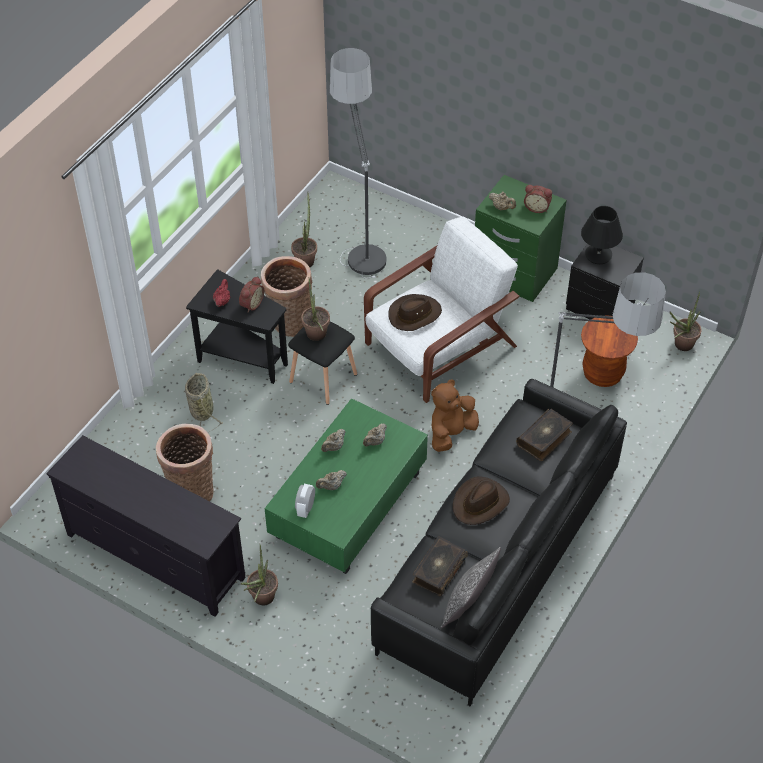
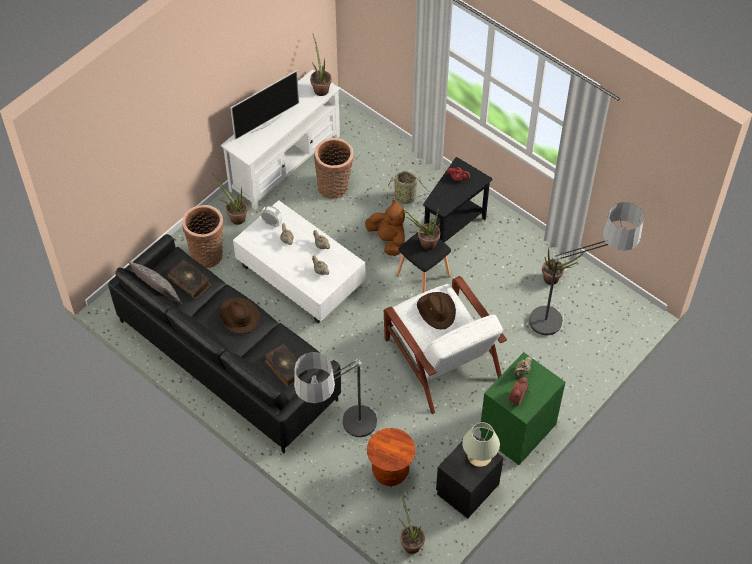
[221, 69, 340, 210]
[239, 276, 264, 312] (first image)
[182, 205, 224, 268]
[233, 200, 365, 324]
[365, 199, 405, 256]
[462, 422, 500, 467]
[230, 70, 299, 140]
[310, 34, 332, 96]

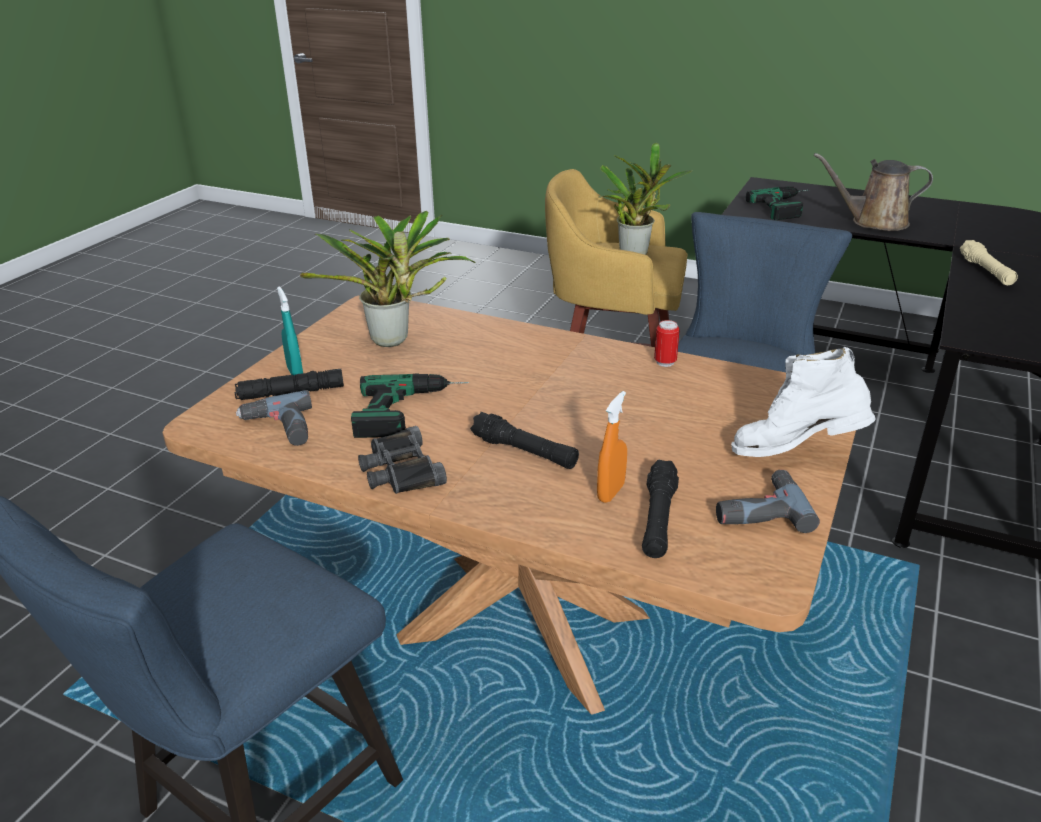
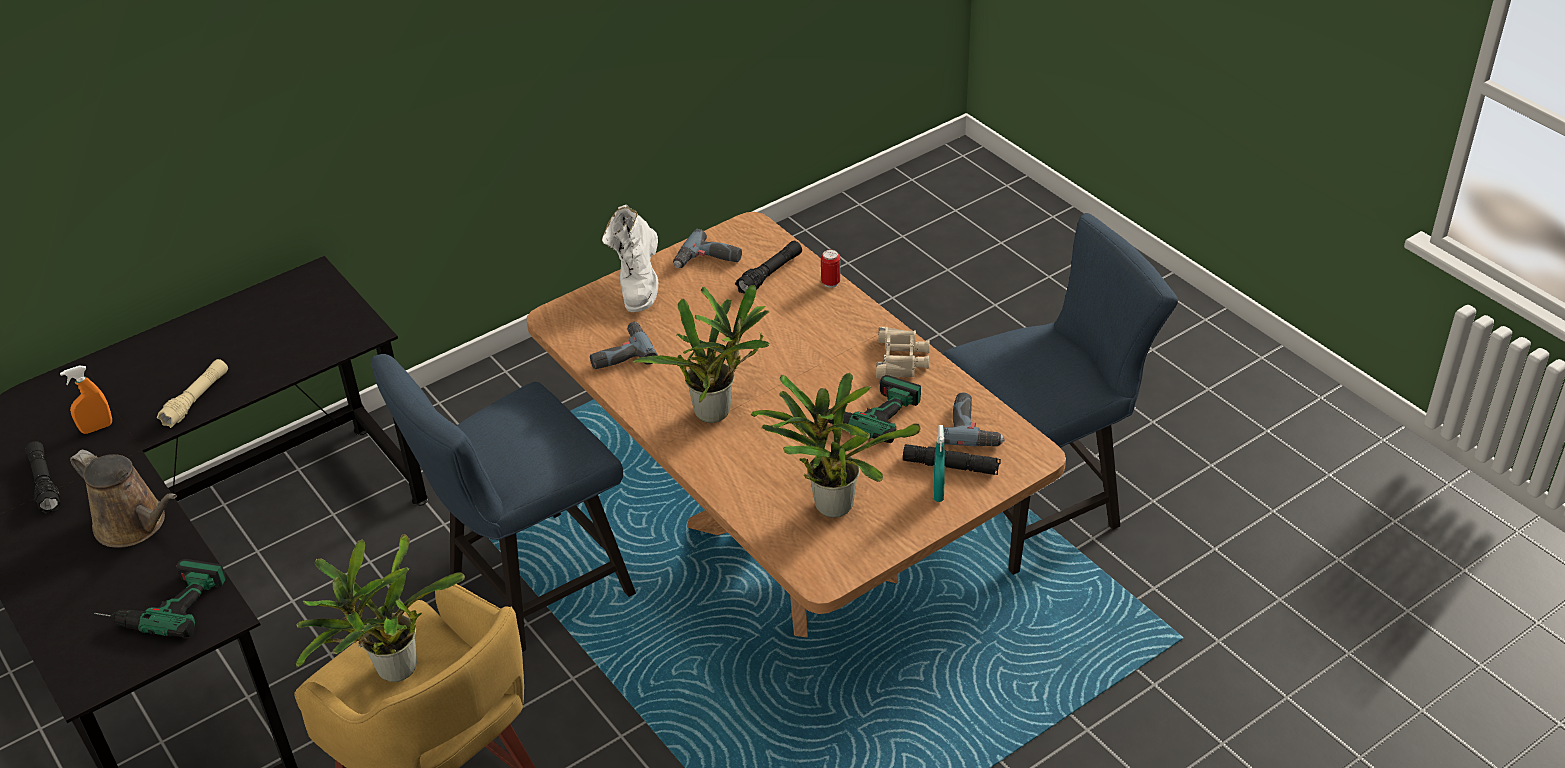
[876, 327, 929, 378]
[25, 441, 60, 514]
[60, 366, 112, 434]
[821, 249, 840, 288]
[602, 205, 658, 312]
[590, 322, 658, 369]
[633, 285, 770, 423]

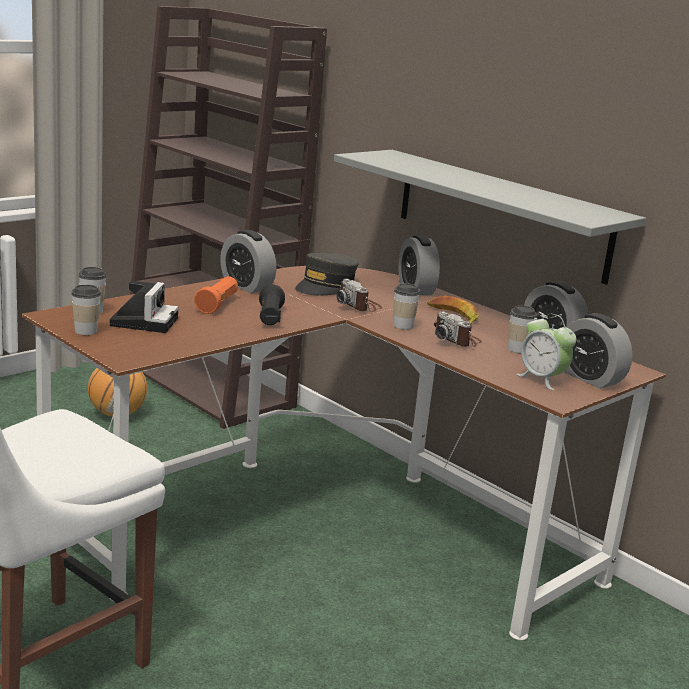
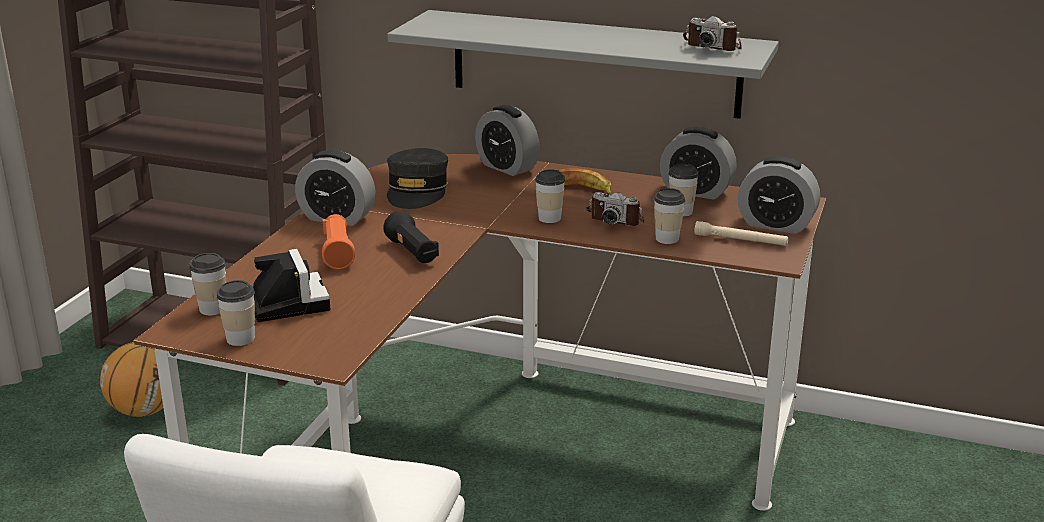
[683, 16, 742, 51]
[694, 221, 789, 246]
[654, 188, 686, 244]

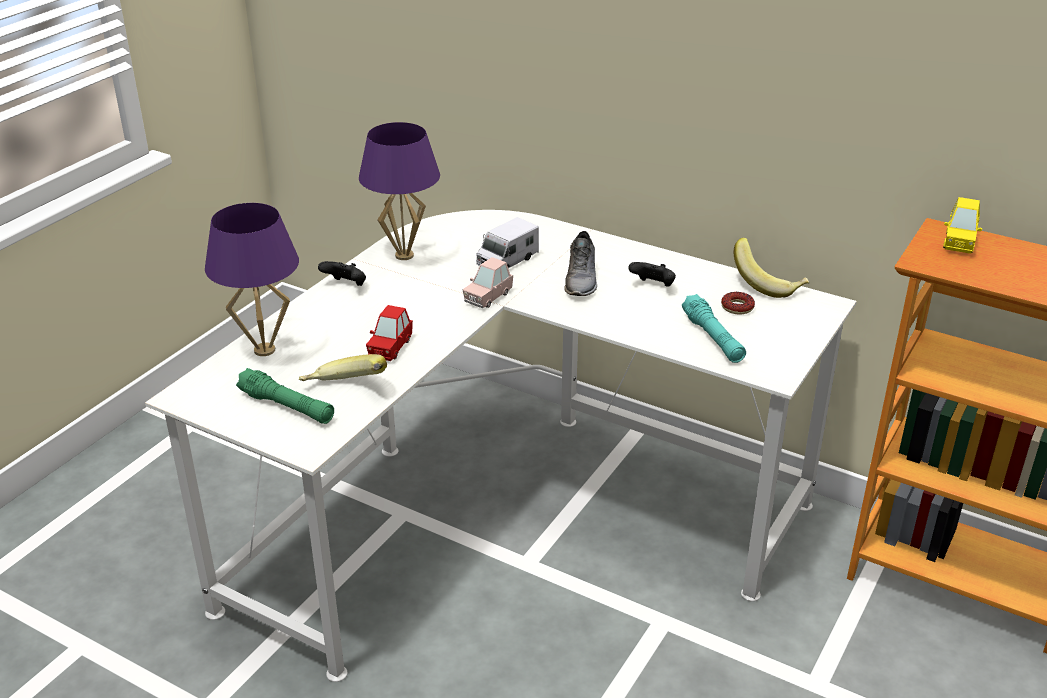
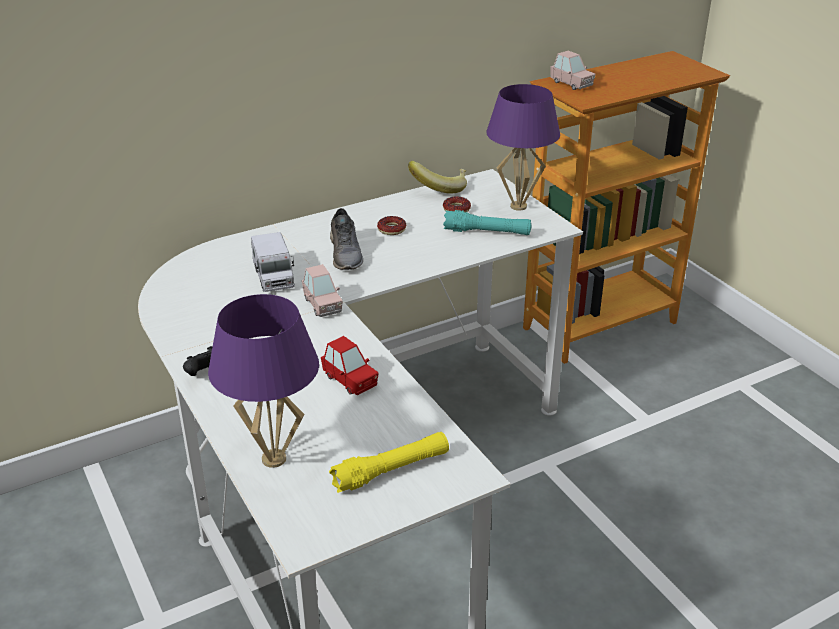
[329, 432, 449, 493]
[299, 354, 387, 381] (first image)
[486, 84, 560, 211]
[330, 208, 363, 270]
[377, 216, 406, 235]
[550, 51, 596, 90]

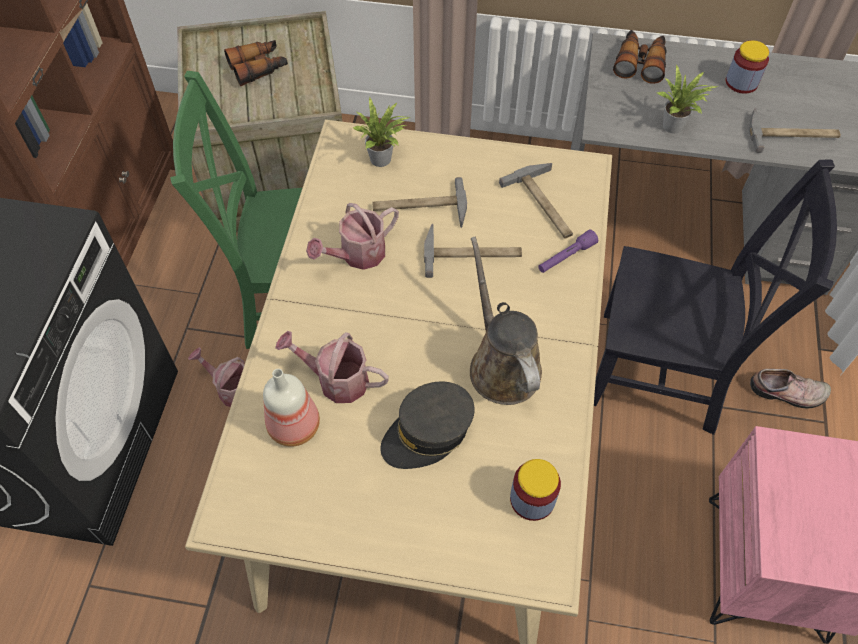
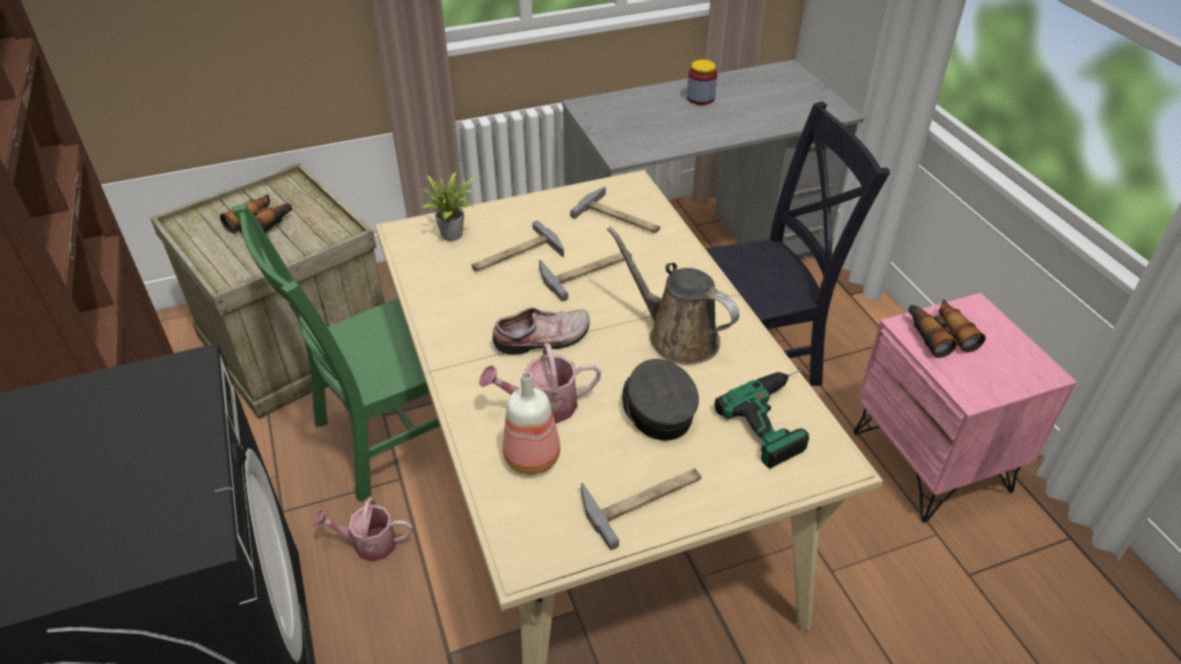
[306, 203, 399, 270] (first image)
[622, 359, 699, 441]
[715, 369, 809, 468]
[538, 229, 598, 273] (first image)
[908, 299, 986, 358]
[657, 64, 718, 133] (first image)
[581, 468, 701, 550]
[492, 307, 590, 355]

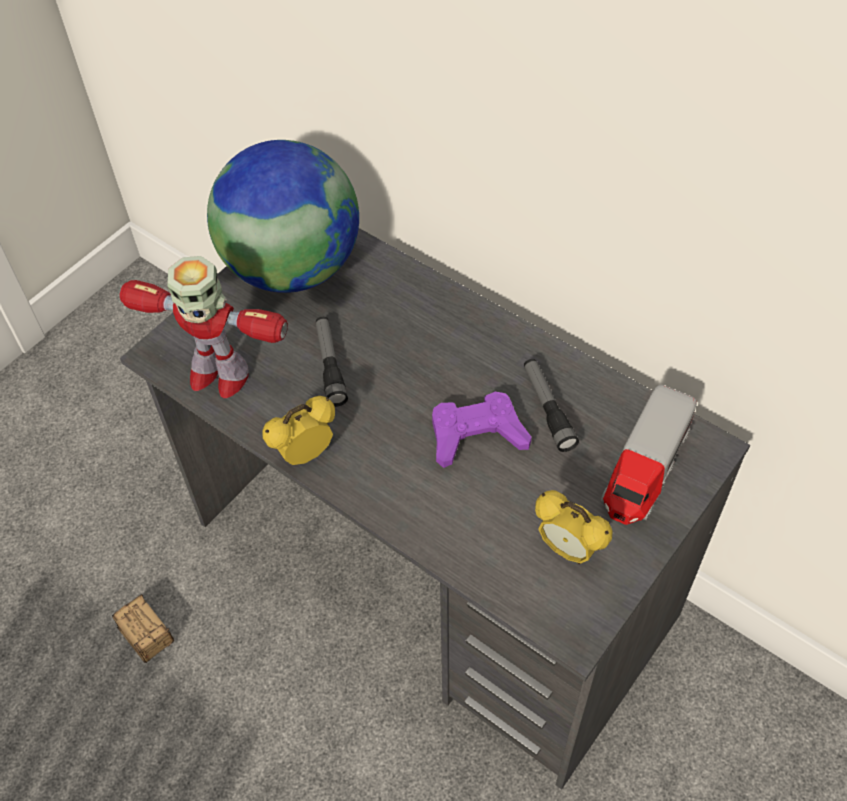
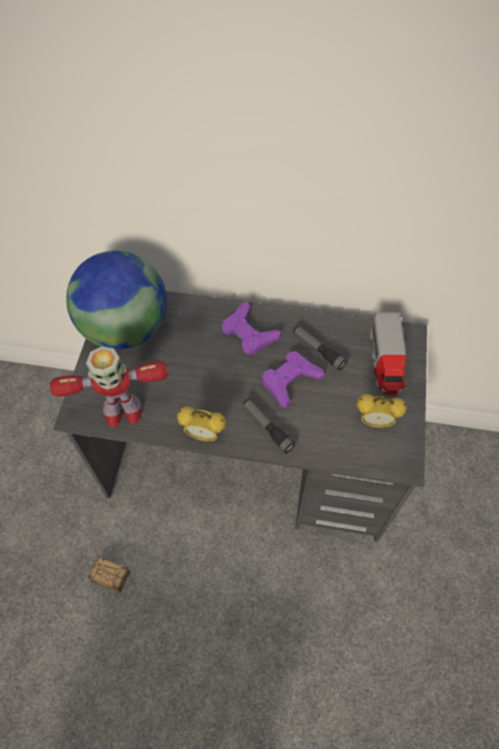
[177, 406, 226, 442]
[243, 398, 296, 454]
[222, 301, 281, 355]

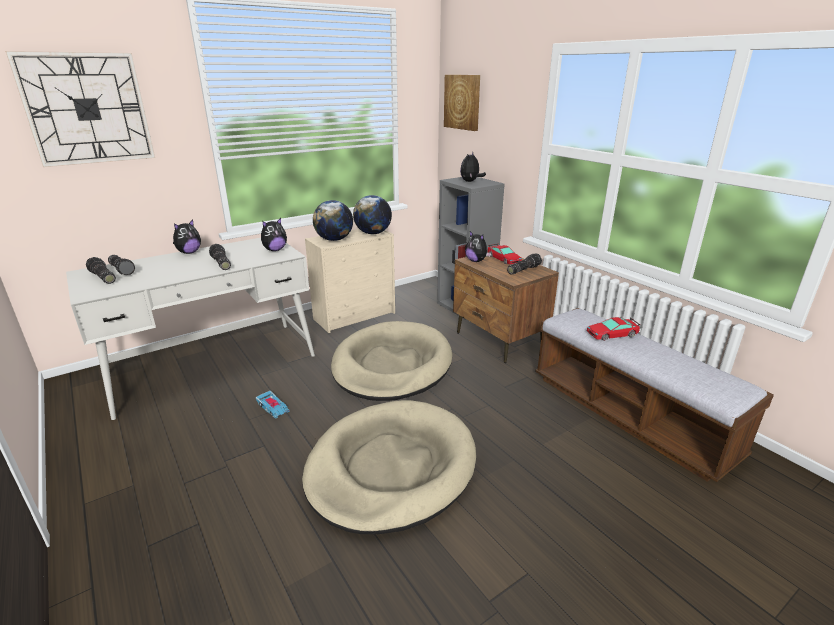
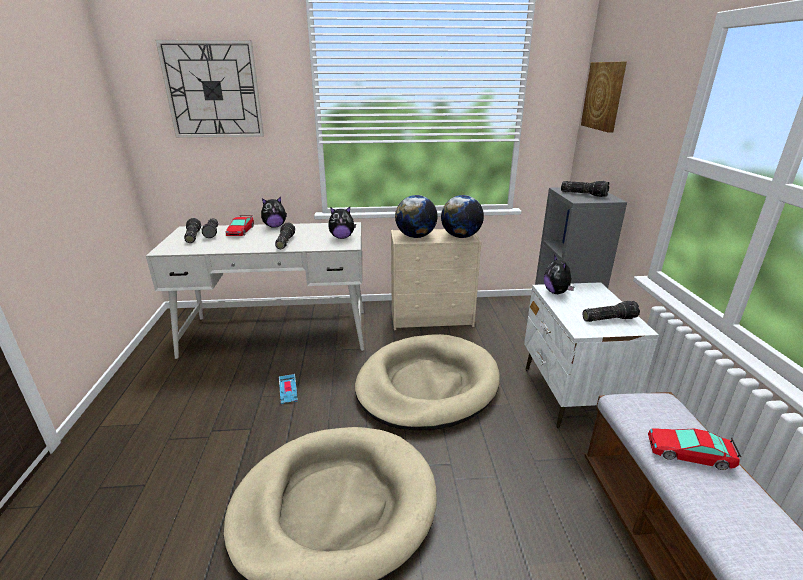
[524, 282, 659, 428]
[561, 181, 610, 197]
[225, 215, 254, 236]

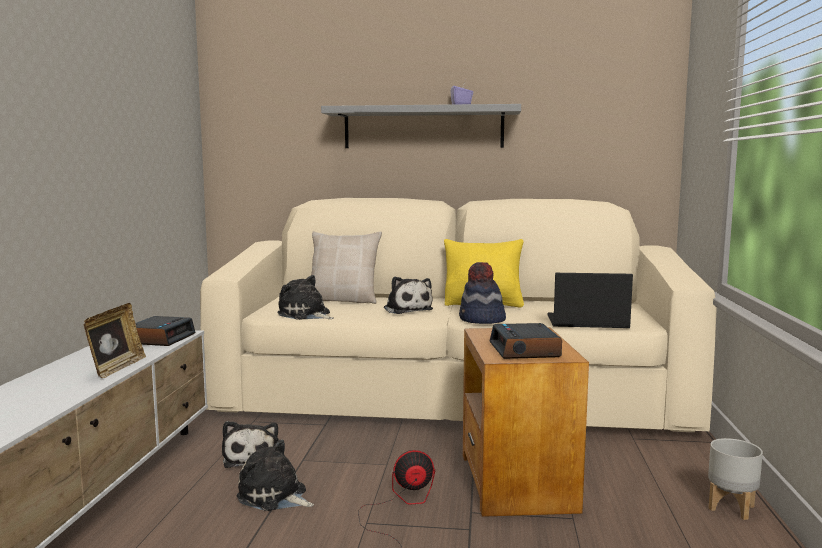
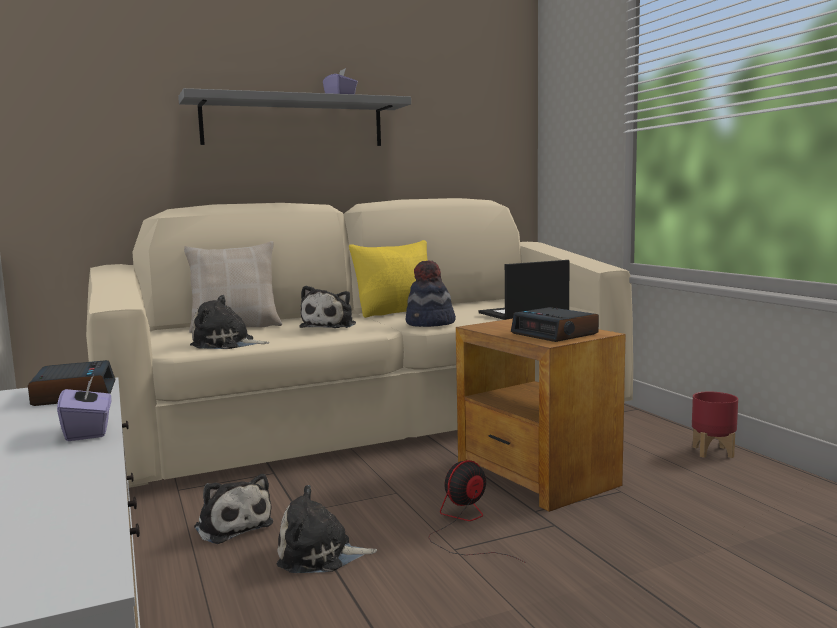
[57, 375, 112, 441]
[300, 286, 356, 328]
[692, 391, 738, 458]

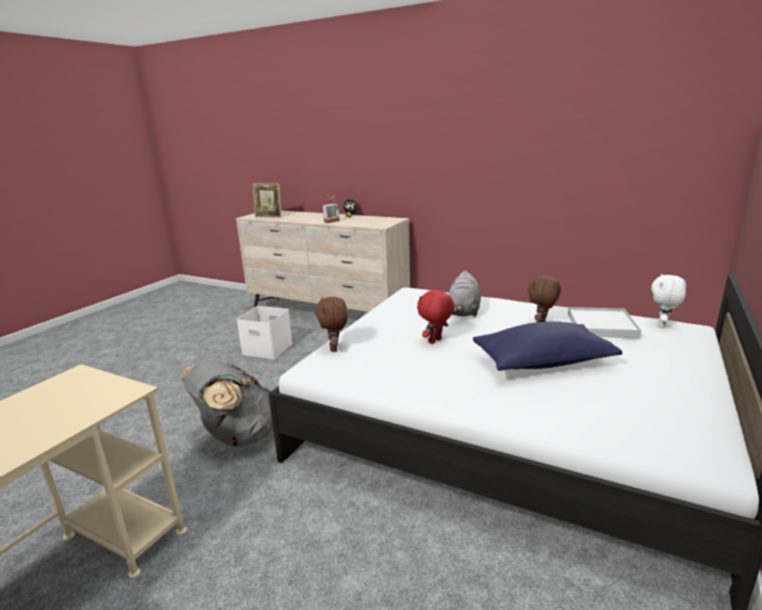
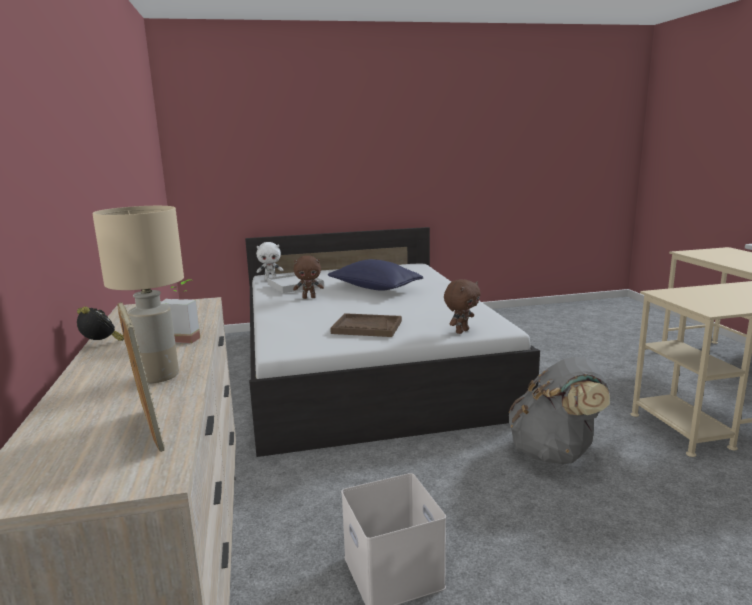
[417, 289, 455, 344] (first image)
[448, 270, 481, 316] (first image)
[92, 206, 184, 383]
[330, 313, 402, 337]

